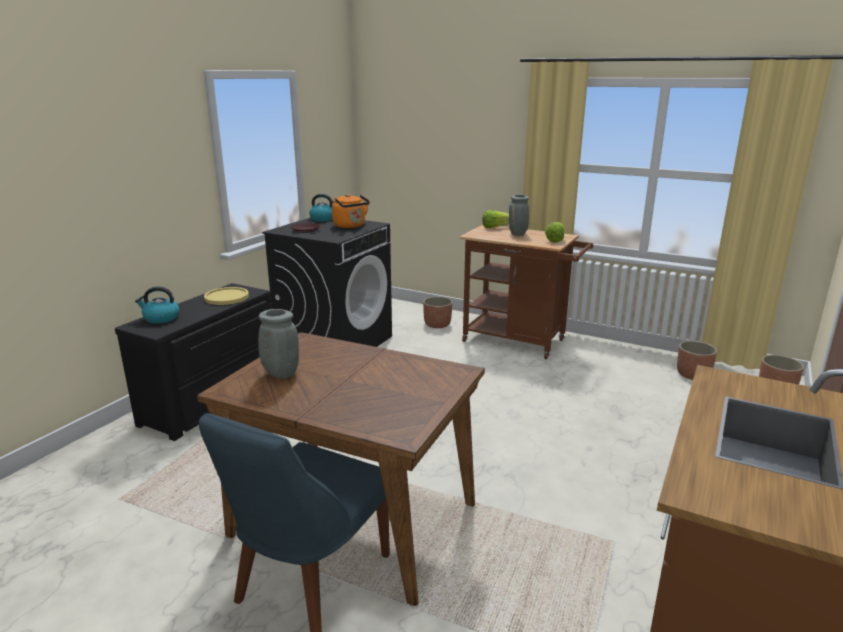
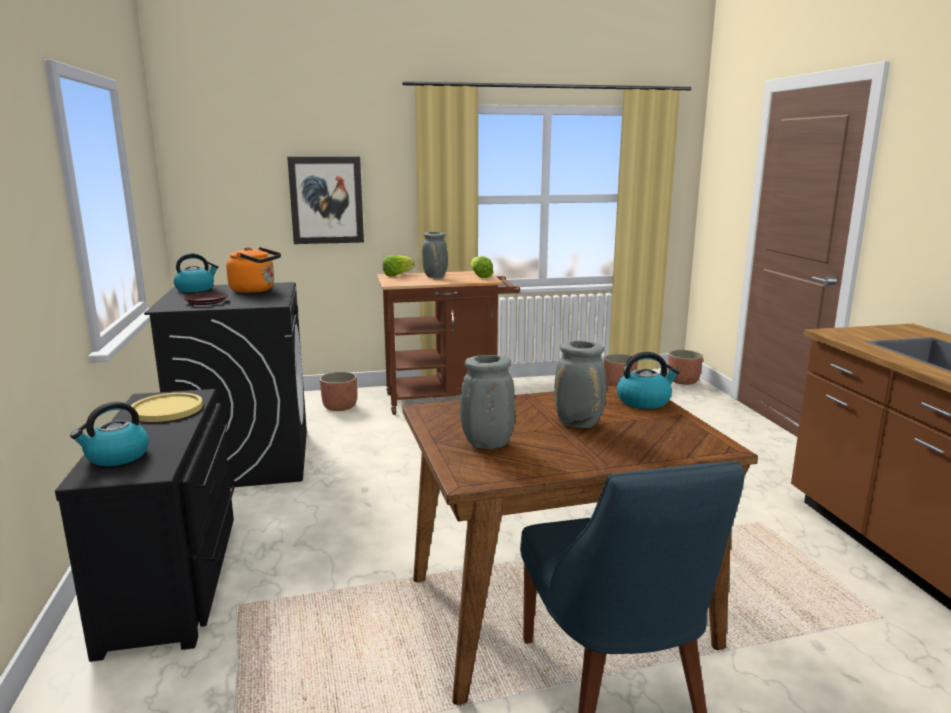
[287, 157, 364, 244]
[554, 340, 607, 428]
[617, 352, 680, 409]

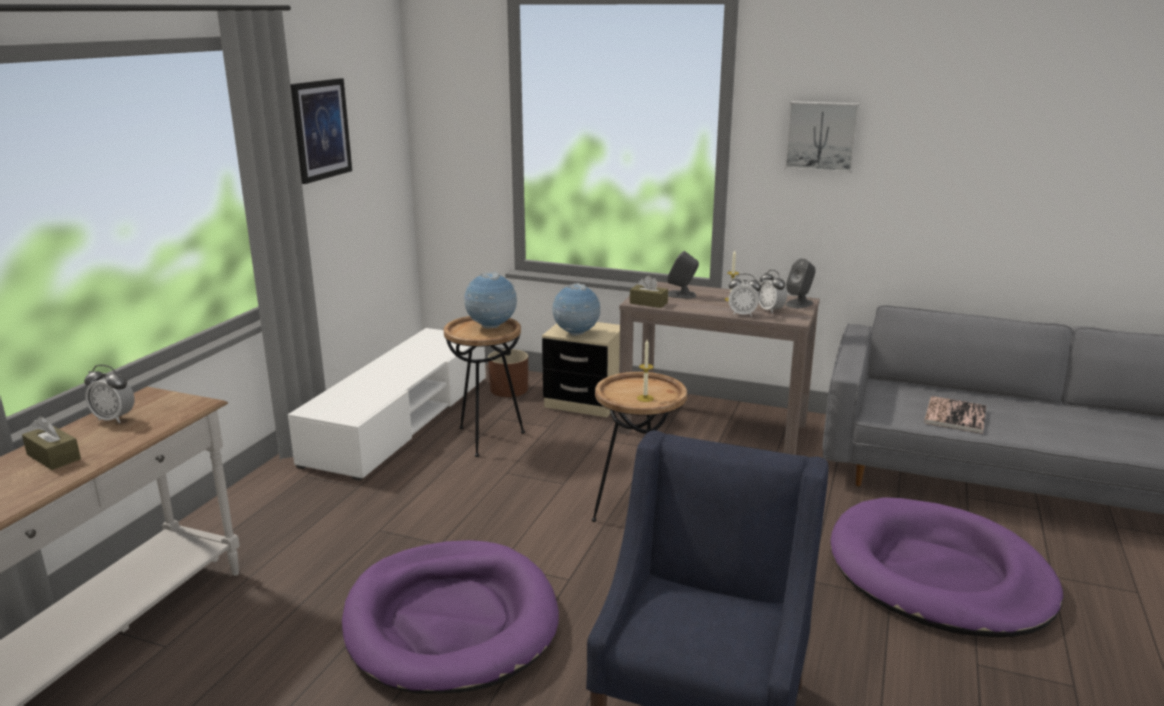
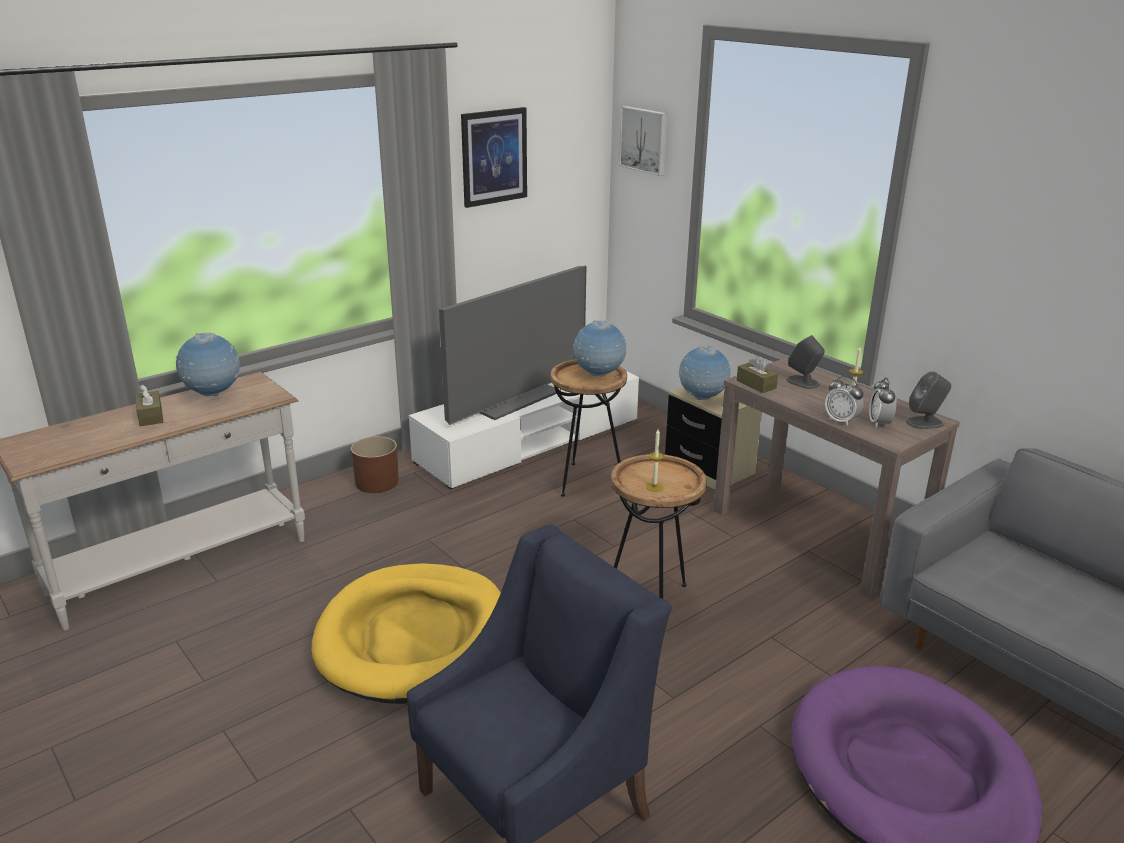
[176, 332, 240, 396]
[312, 563, 501, 704]
[351, 436, 399, 493]
[619, 106, 668, 176]
[924, 396, 987, 434] (first image)
[439, 266, 586, 425]

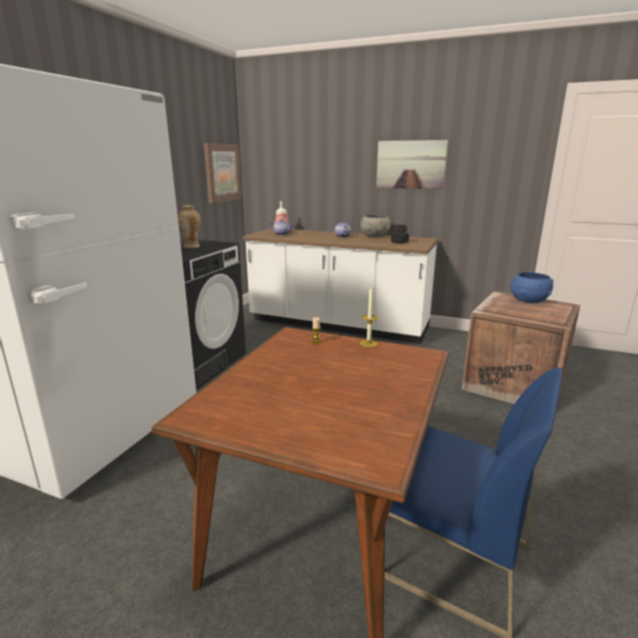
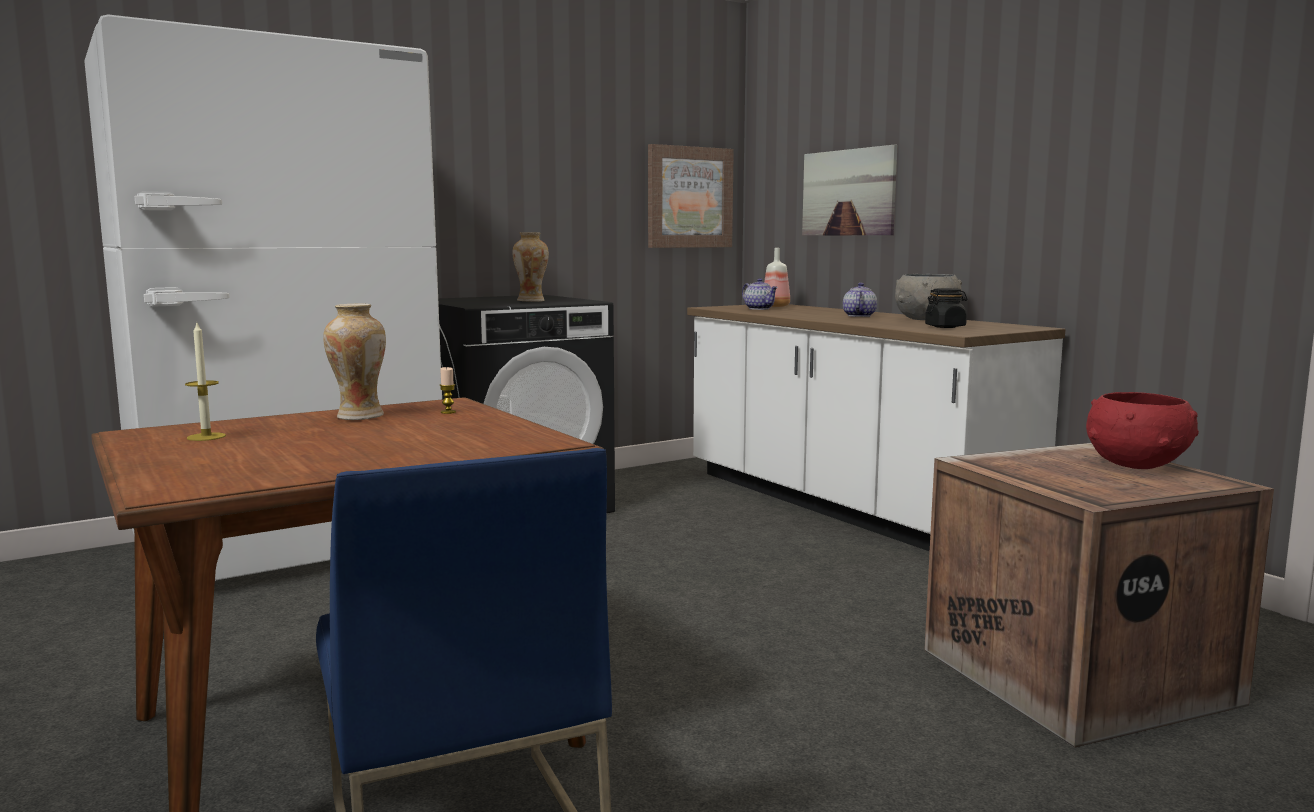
[185, 323, 226, 441]
[802, 144, 897, 236]
[1086, 392, 1199, 469]
[323, 304, 386, 420]

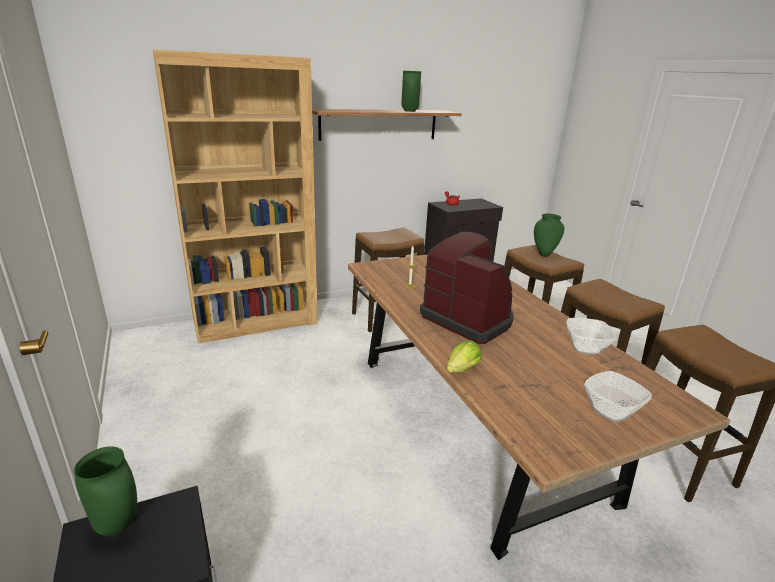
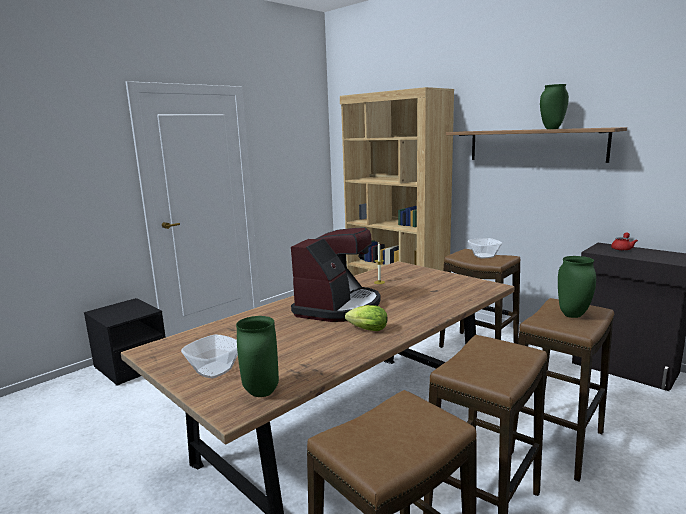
[236, 316, 279, 397]
[345, 305, 387, 331]
[468, 238, 502, 258]

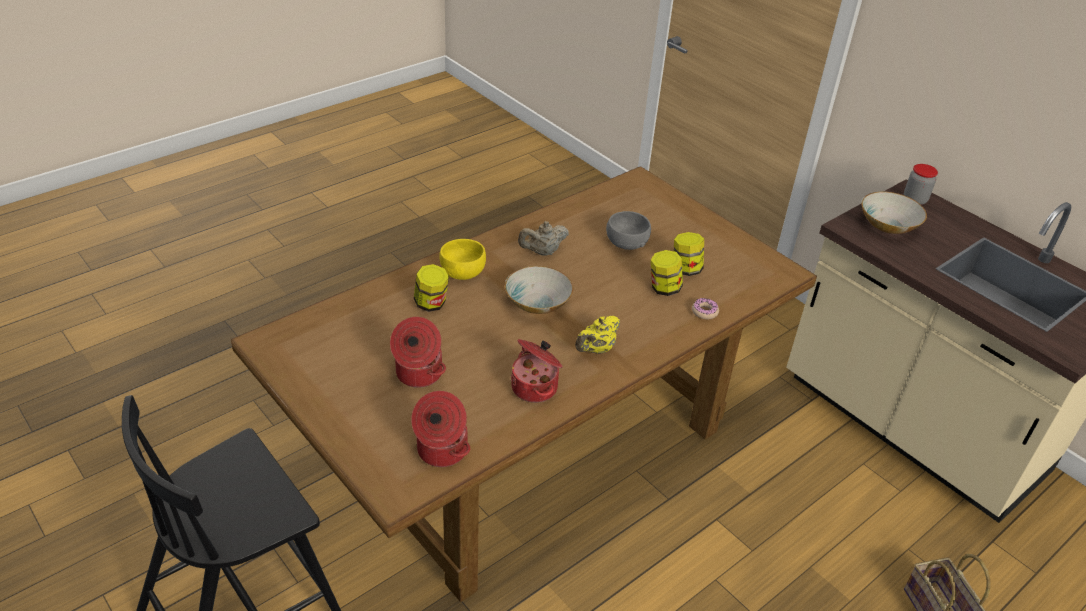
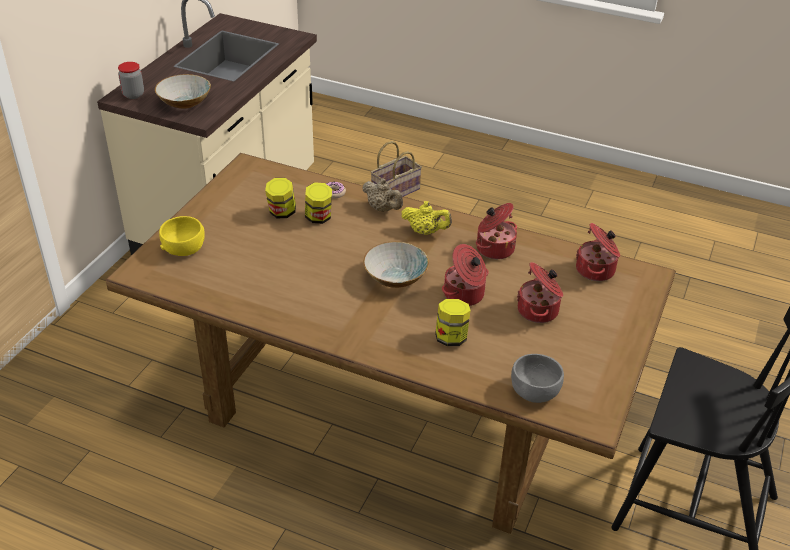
[159, 216, 205, 256]
[362, 178, 403, 212]
[511, 354, 564, 403]
[442, 244, 489, 306]

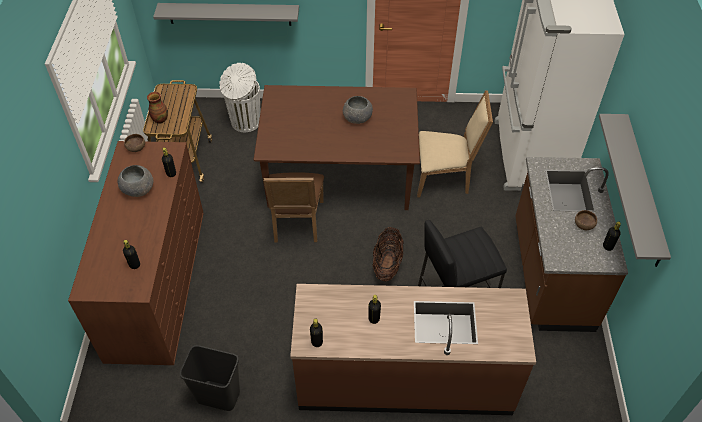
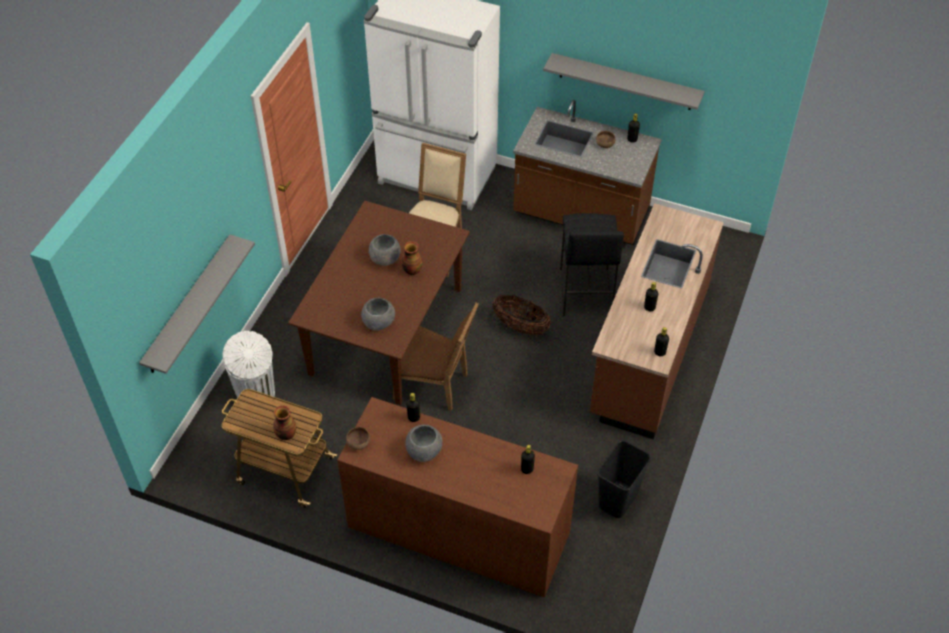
[361, 298, 395, 330]
[402, 241, 422, 275]

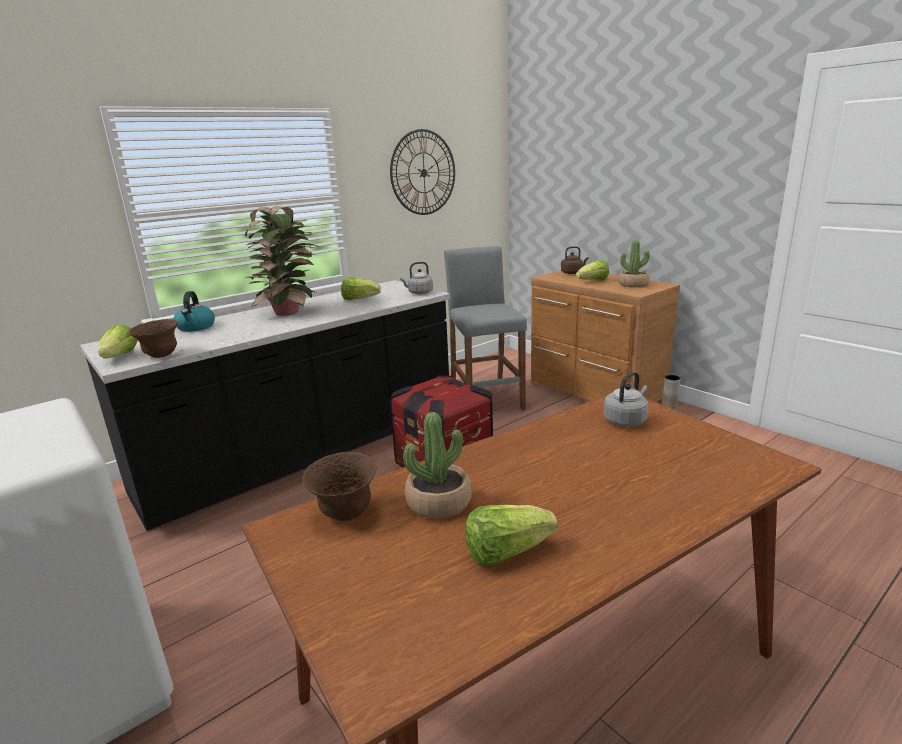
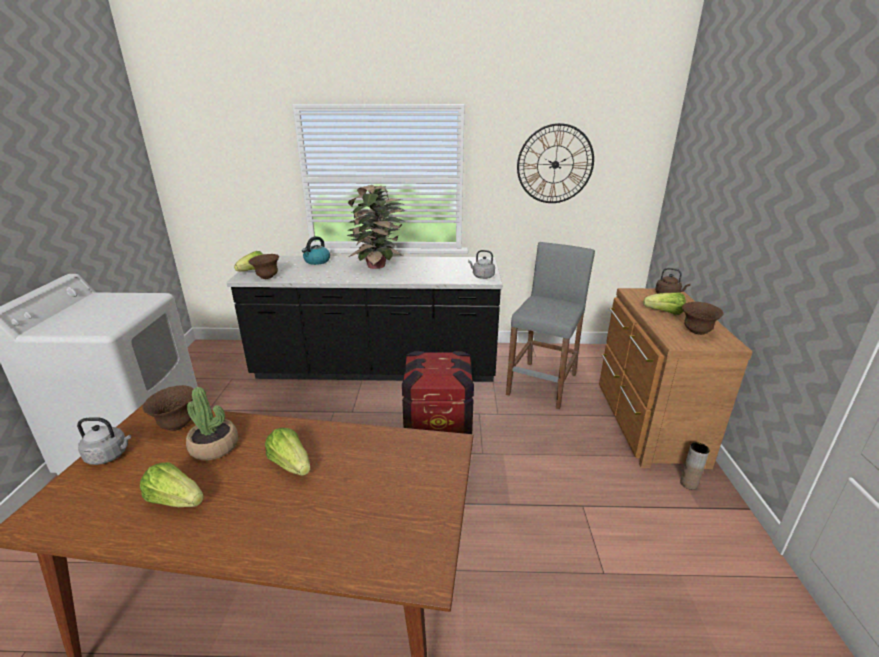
[265, 428, 310, 476]
[77, 417, 131, 465]
[682, 302, 723, 335]

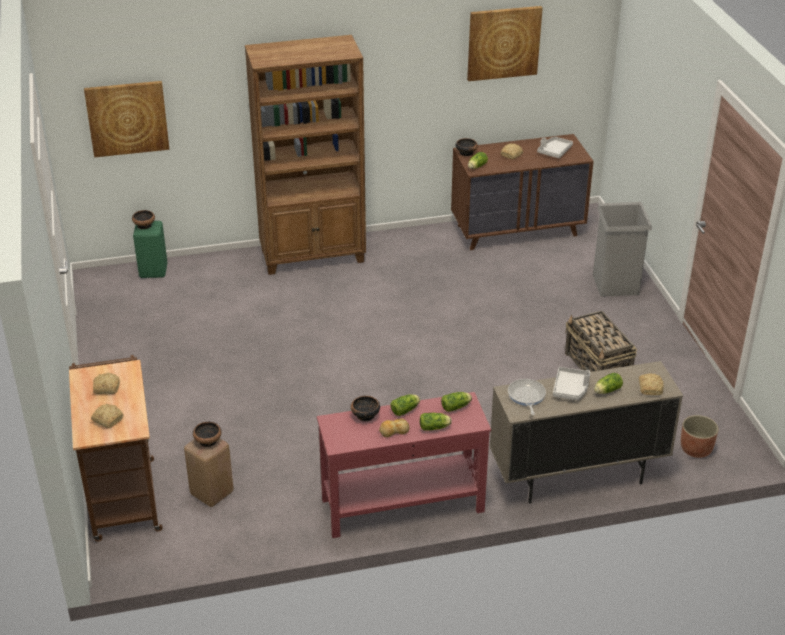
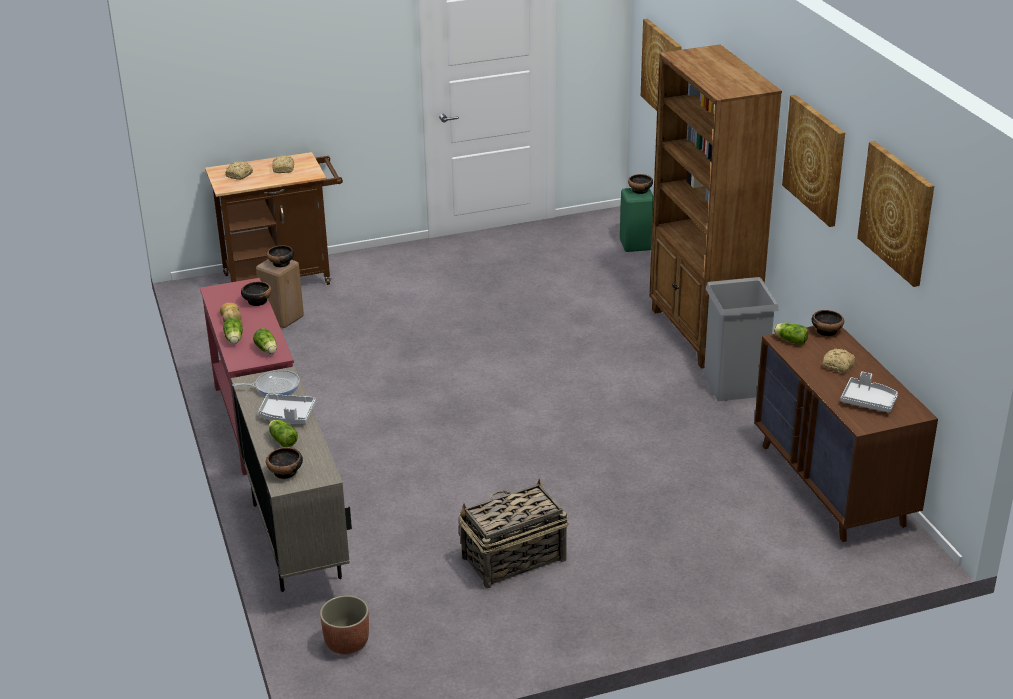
[390, 394, 420, 416] (first image)
[704, 277, 779, 401]
[266, 447, 303, 479]
[782, 94, 845, 227]

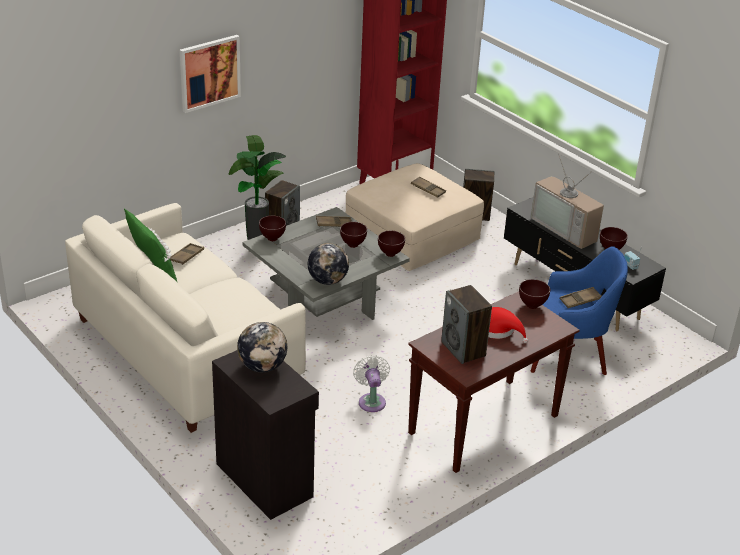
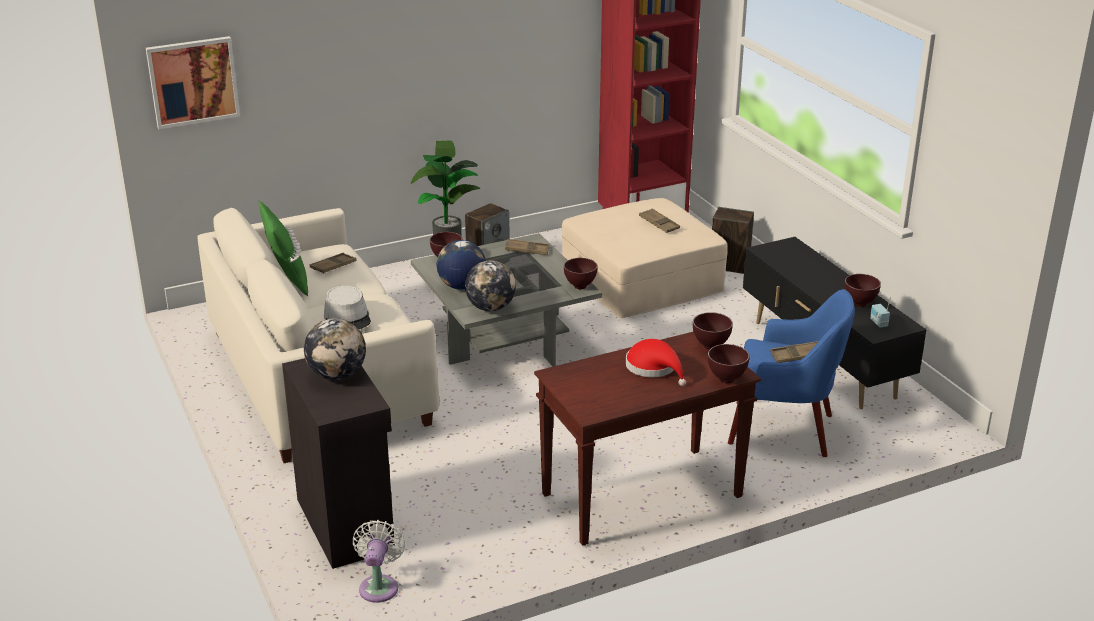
[146, 36, 240, 129]
[708, 344, 750, 383]
[353, 520, 405, 603]
[441, 285, 492, 364] (first image)
[531, 153, 604, 249] (first image)
[324, 285, 371, 329]
[437, 240, 486, 290]

